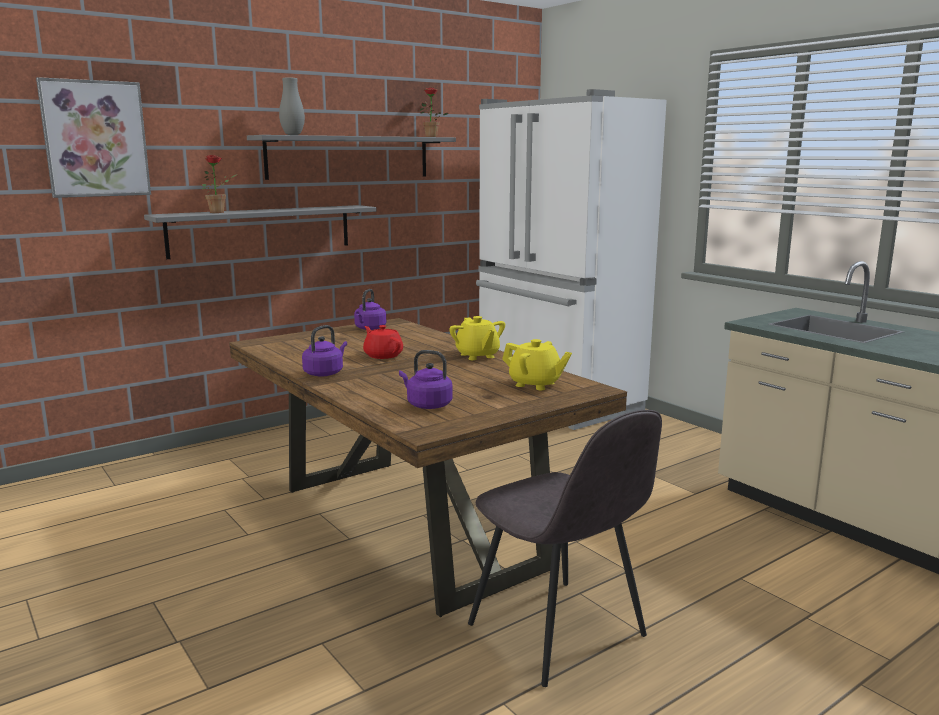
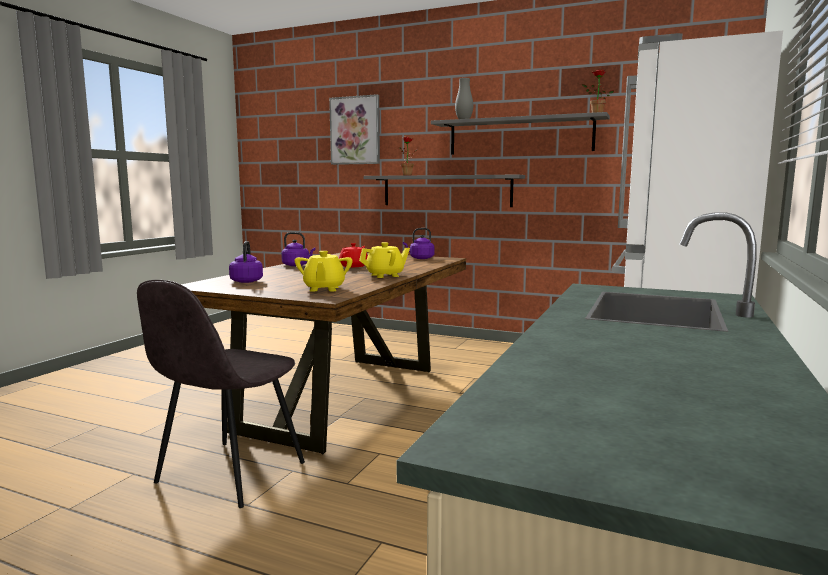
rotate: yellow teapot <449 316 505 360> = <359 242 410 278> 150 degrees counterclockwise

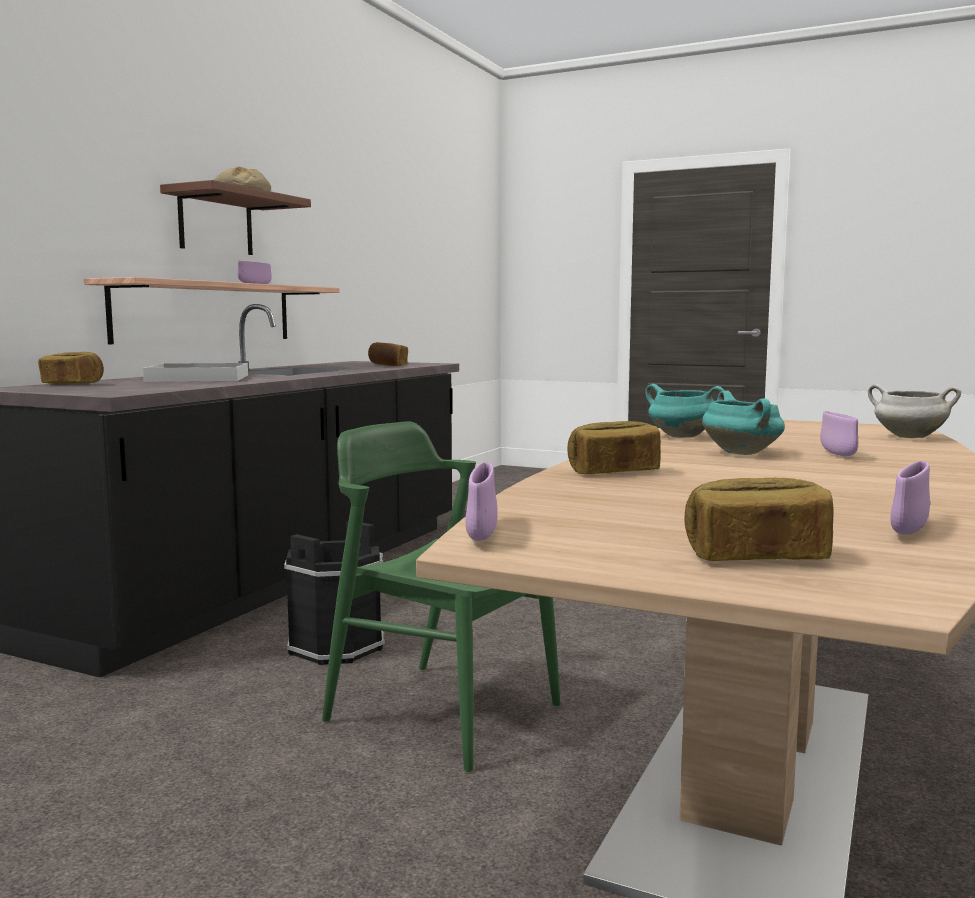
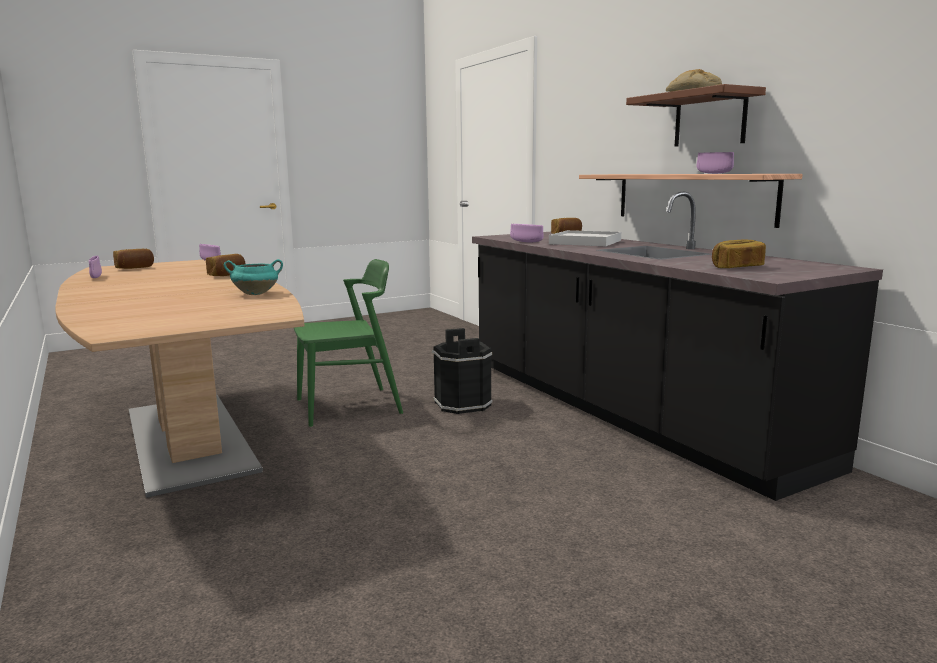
delete: turquoise cooking pot <702 391 785 455>; white cooking pot <868 384 961 438>
move: purple bowl <820 411 858 456> to <510 224 544 242>

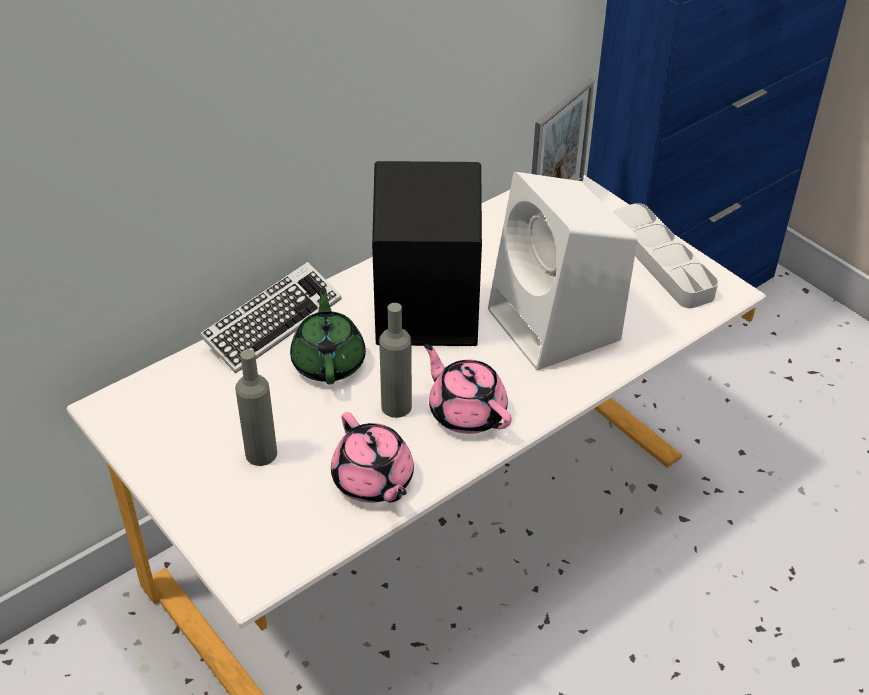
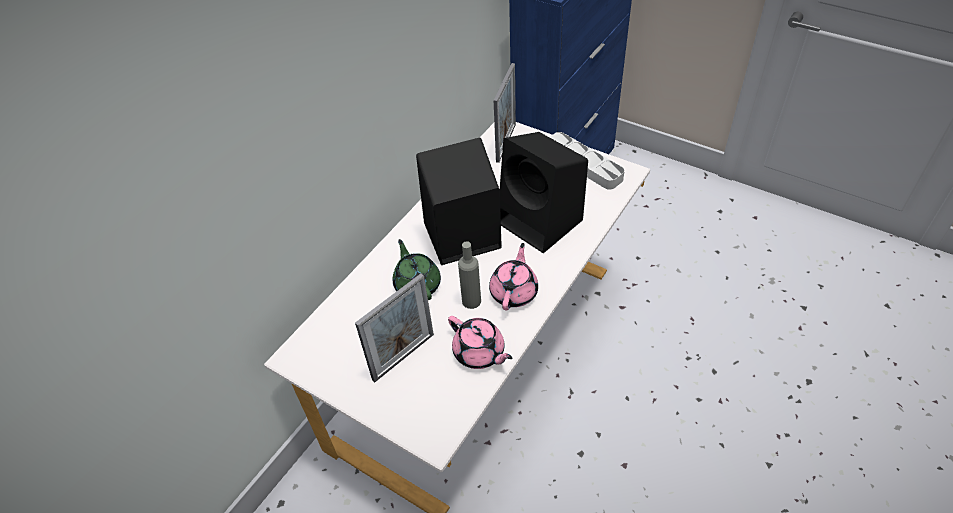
delete: keyboard <199 262 341 374>
replace: grey bottle <235 349 277 466> to picture frame <355 274 434 382>
recolor: white speaker <488 172 637 370> to black speaker <500 132 588 253>
rotate: pink teapot <424 344 512 434> = <489 243 538 310> 75 degrees clockwise

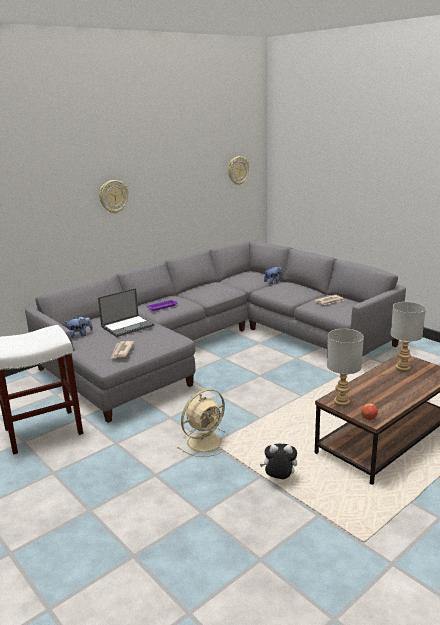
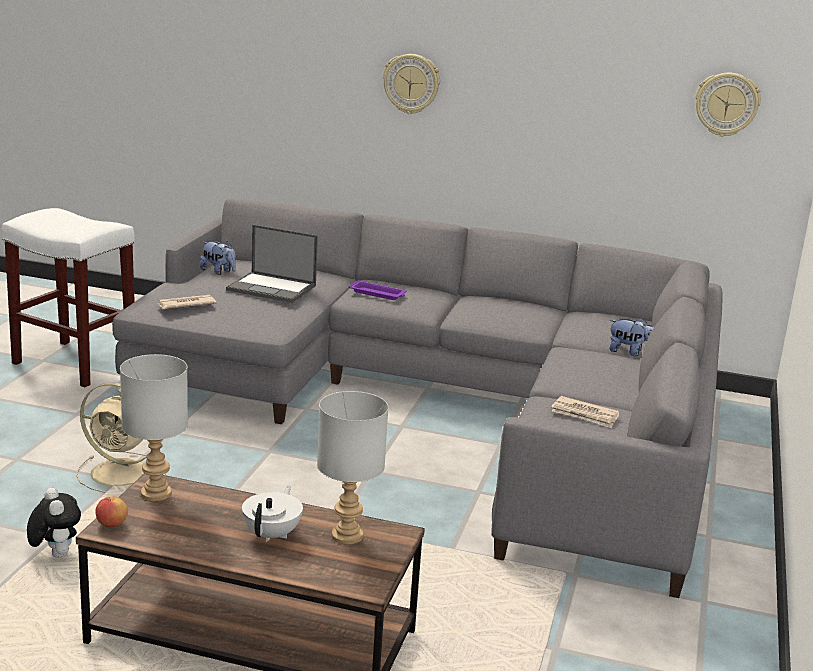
insert: white teapot <242 486 303 542>

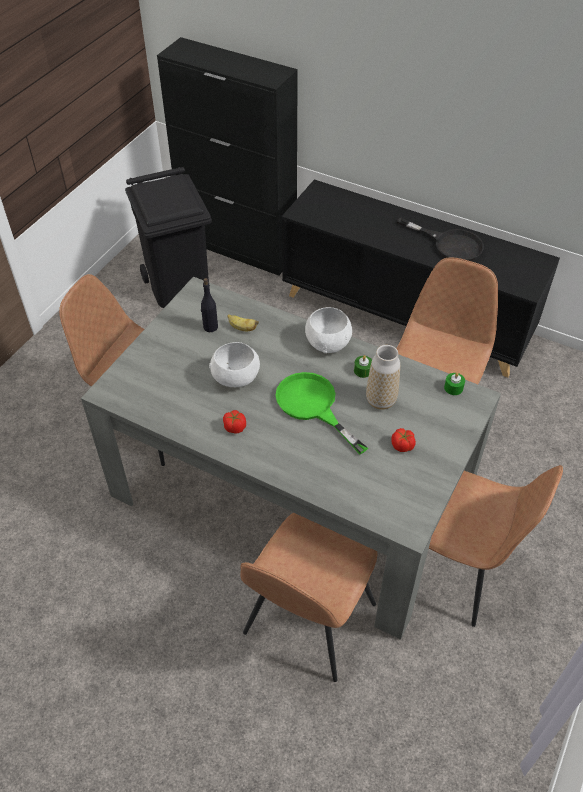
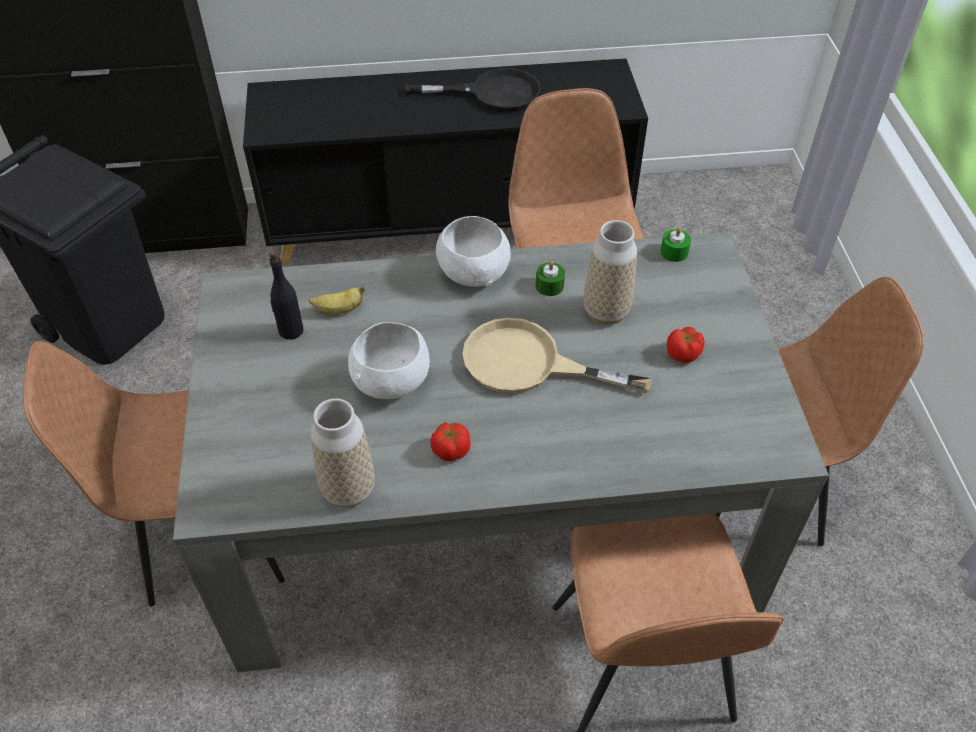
insert: vase <311 398 375 507>
recolor: green frying pan <275 372 368 454> to beige frying pan <462 318 652 394>

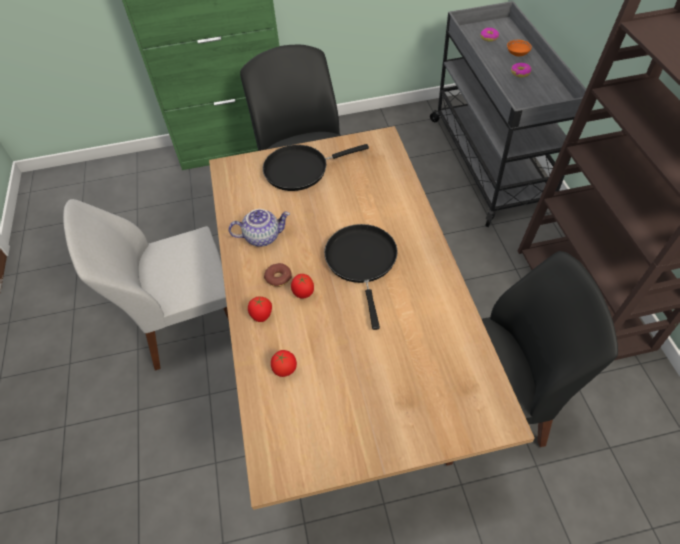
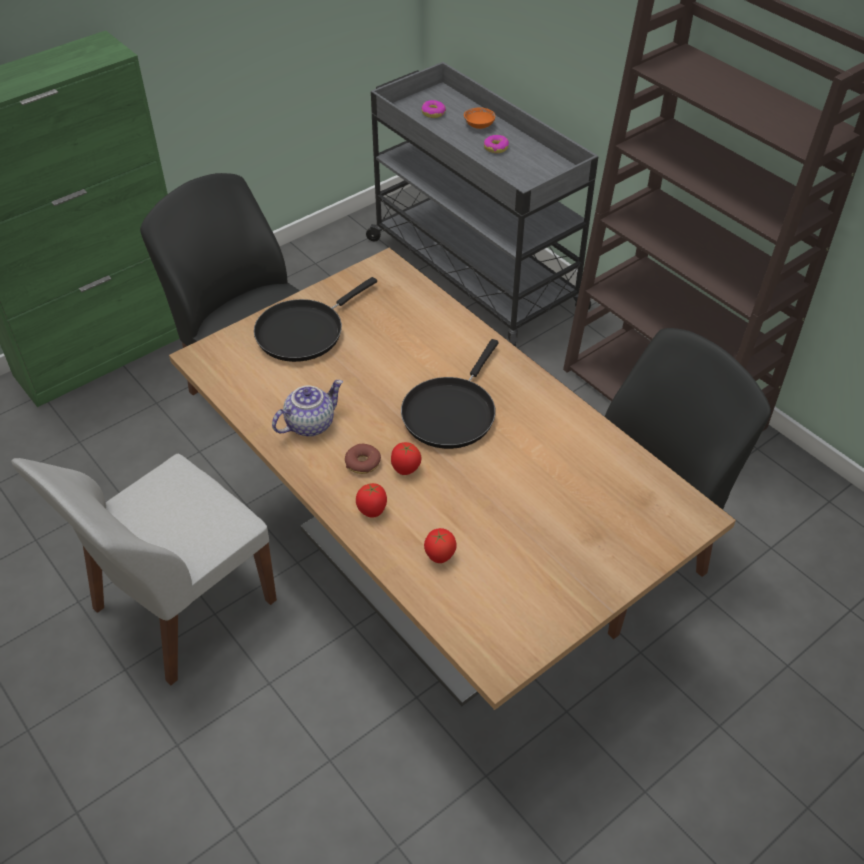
rotate: black frying pan <324 224 398 330> = <401 339 499 449> 120 degrees counterclockwise

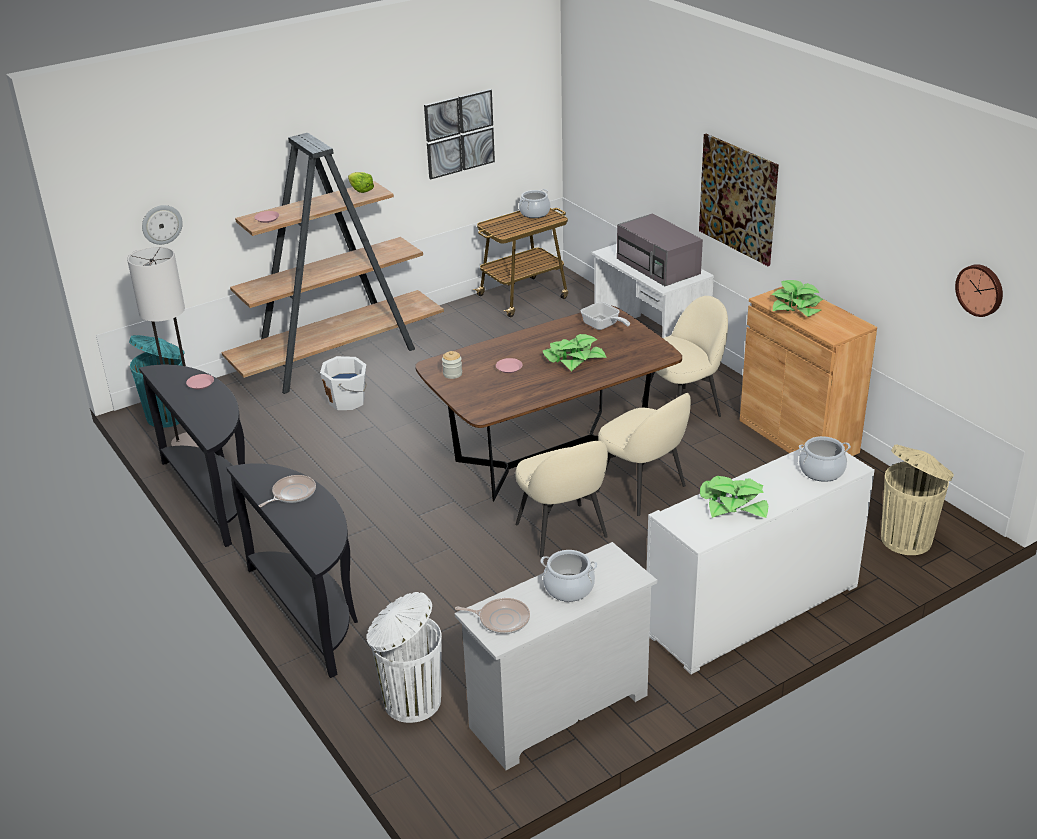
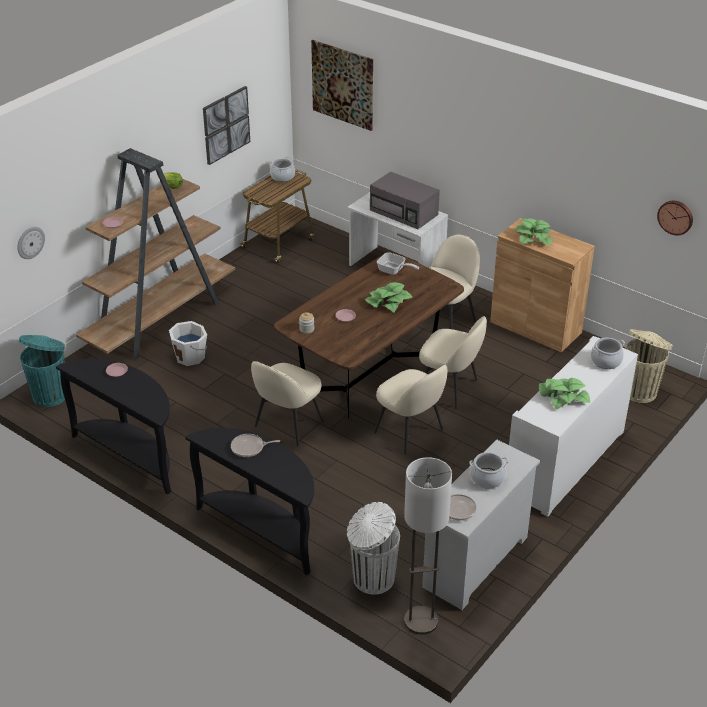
insert: beige chair <251 361 324 446>
move: floor lamp <127 246 199 447> to <404 457 452 635>; picture <699 134 779 266> to <311 40 373 131>
rotate: frying pan <259 475 316 507> = <231 434 280 457> 120 degrees counterclockwise

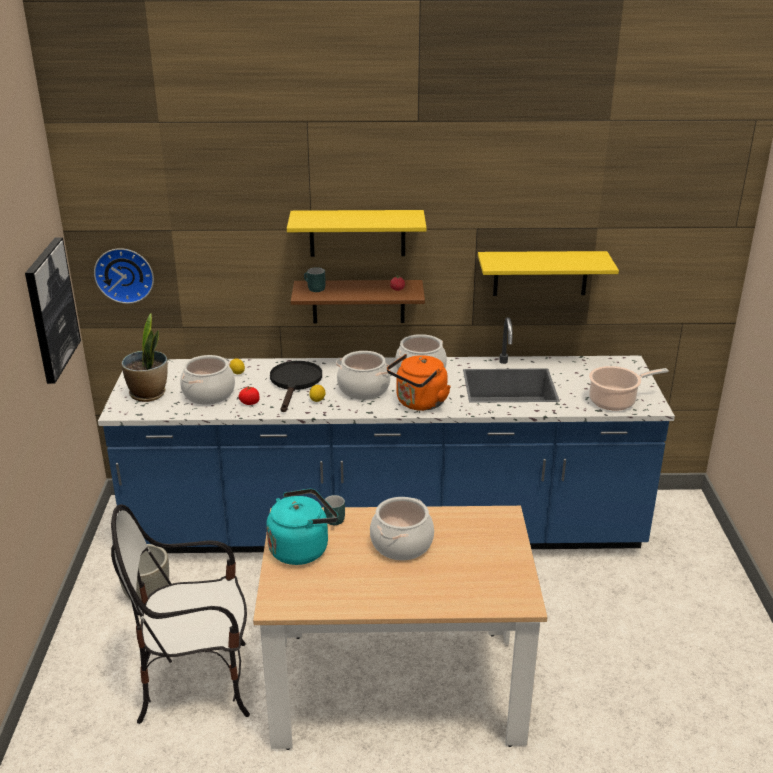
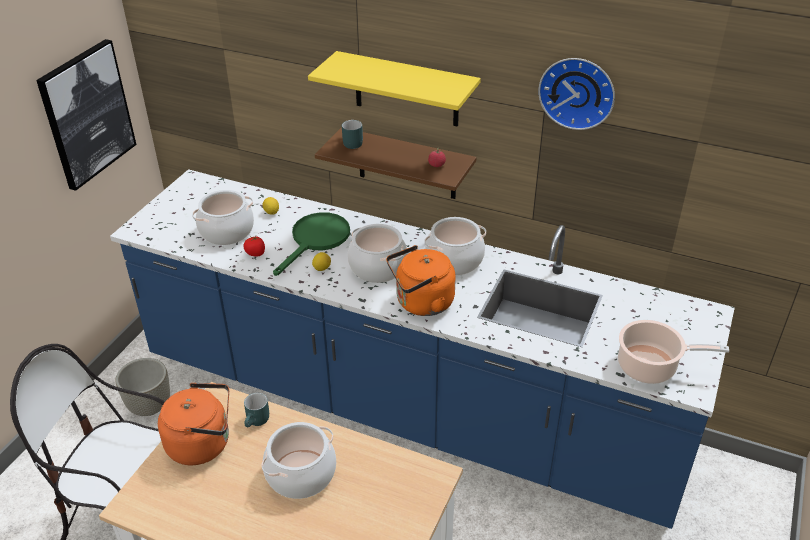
delete: potted plant <121 314 168 402>; yellow shelf <478 251 619 296>
move: wall clock <94 248 154 304> to <538 58 615 130>
recolor: turquoise kettle <266 489 338 565> to orange kettle <158 383 229 465>; black frying pan <270 361 322 412> to green frying pan <273 212 350 276>

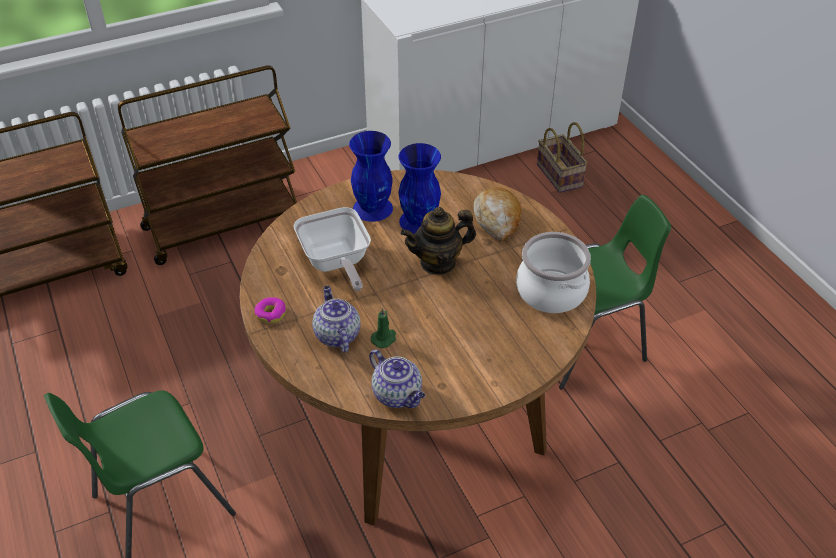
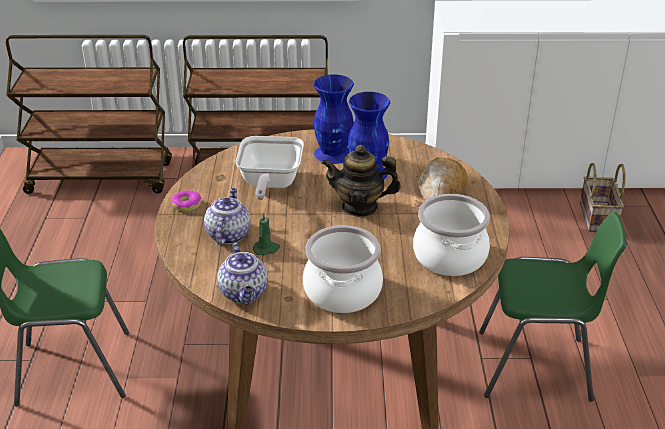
insert: cooking pot <303 225 383 313>

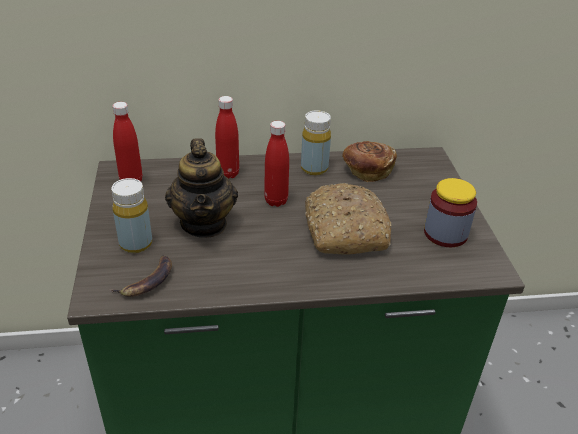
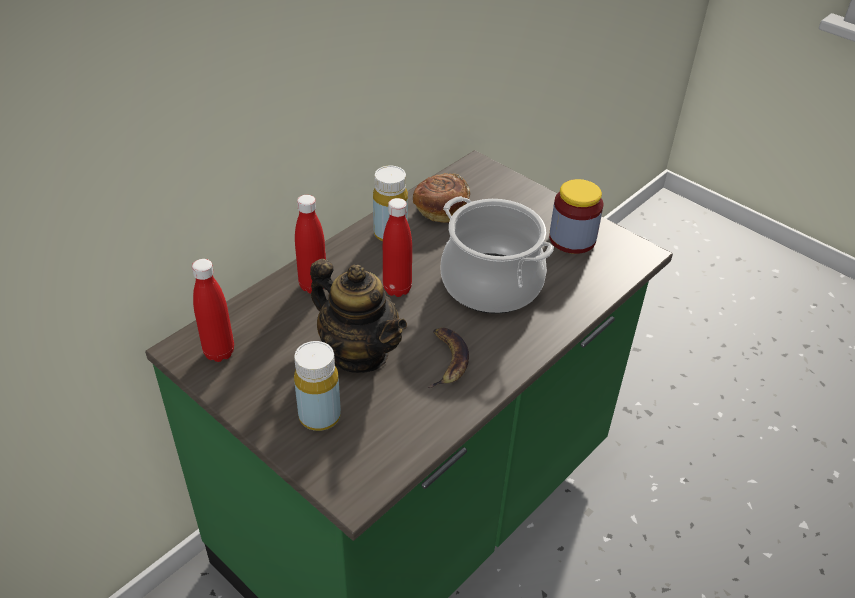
move: banana <109 255 172 297> to <428 328 469 388>
replace: bread <305 183 391 255> to cooking pot <441 196 554 314>

